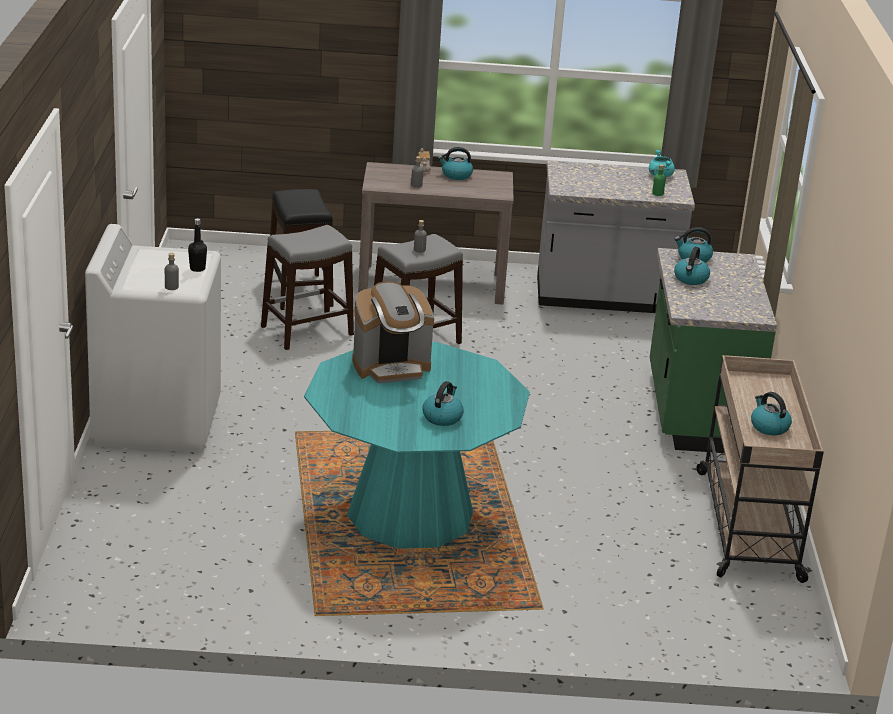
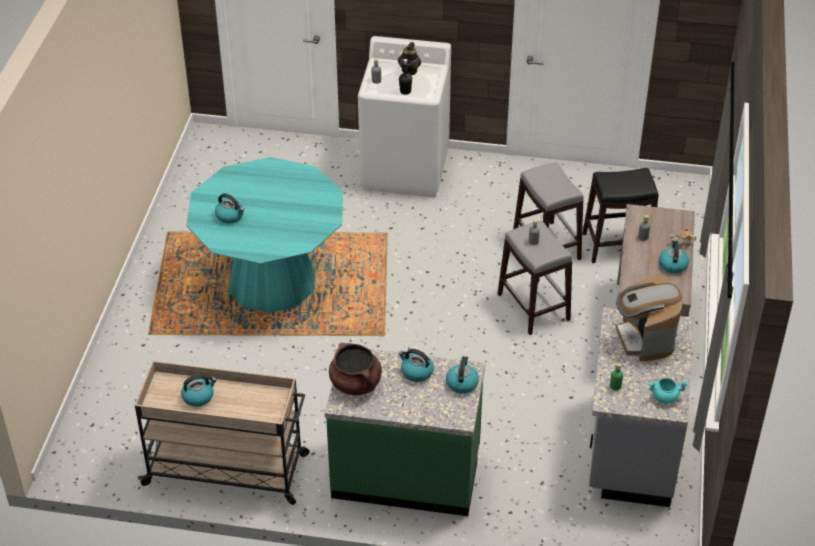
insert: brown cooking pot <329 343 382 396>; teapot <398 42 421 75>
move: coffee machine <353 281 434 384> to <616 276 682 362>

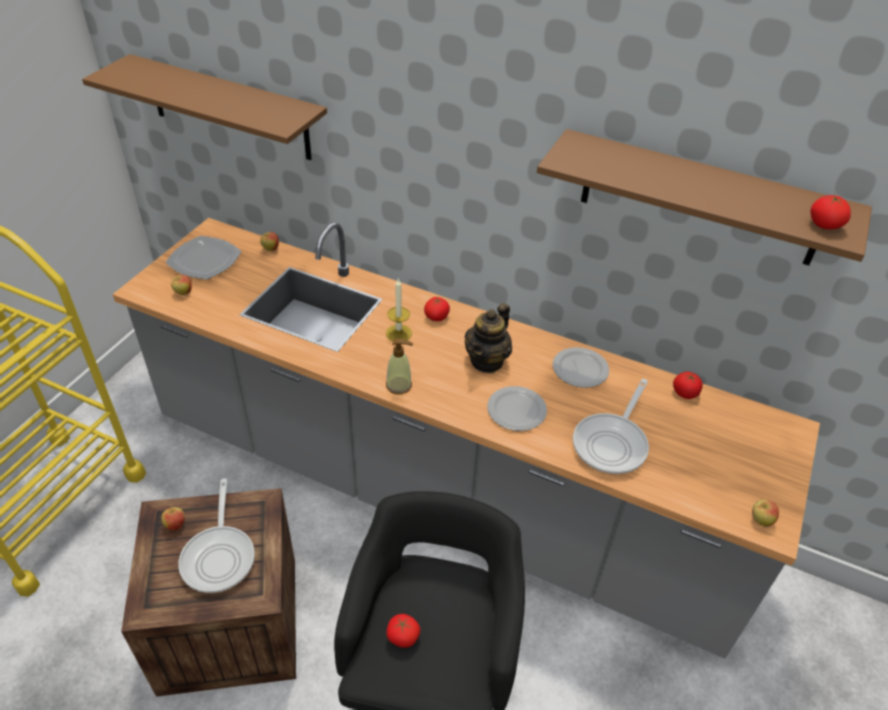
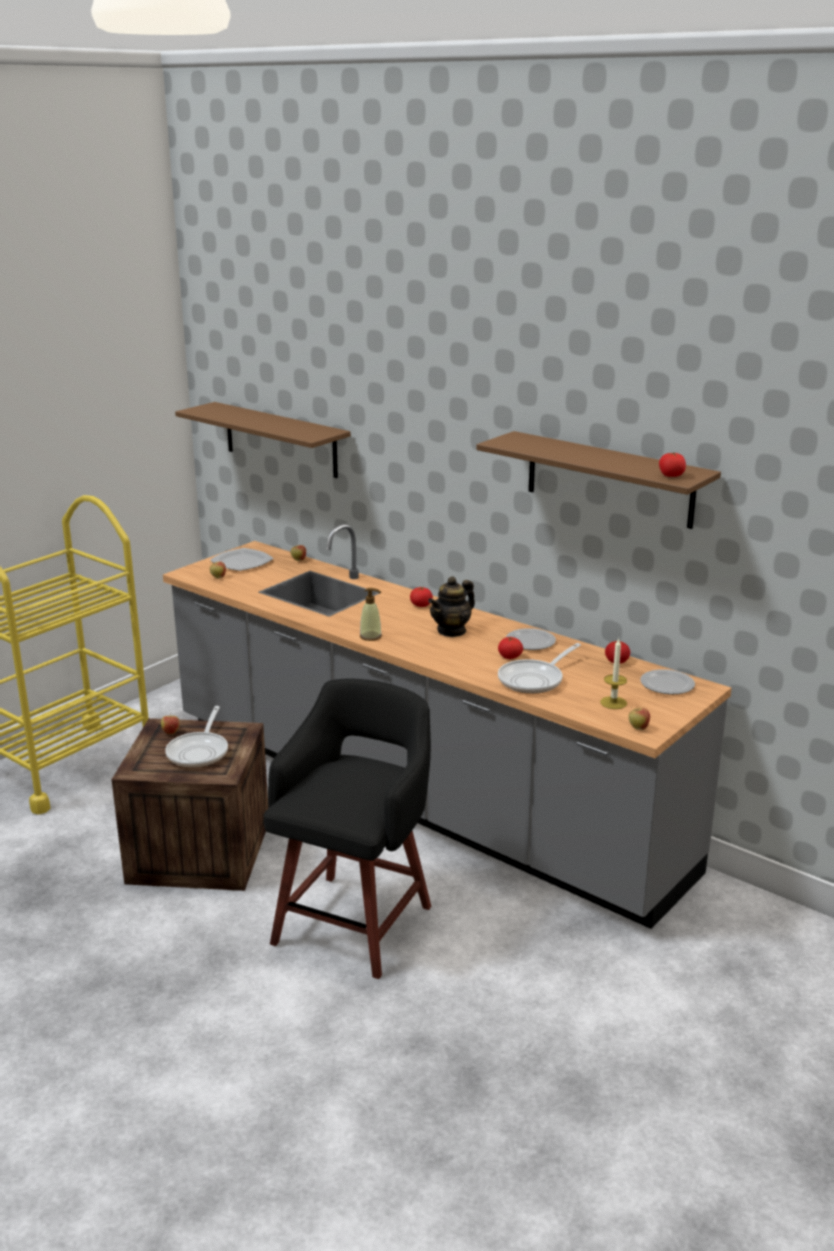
move: candle <386 279 412 341> to <600 638 627 709>; tomato <386 614 420 648> to <498 637 523 659>; plate <487 386 547 431> to <640 669 695 694>

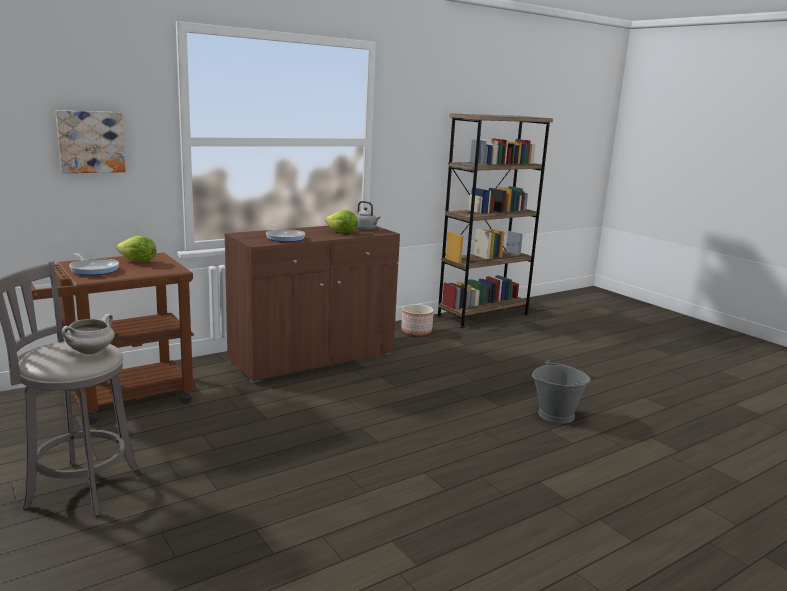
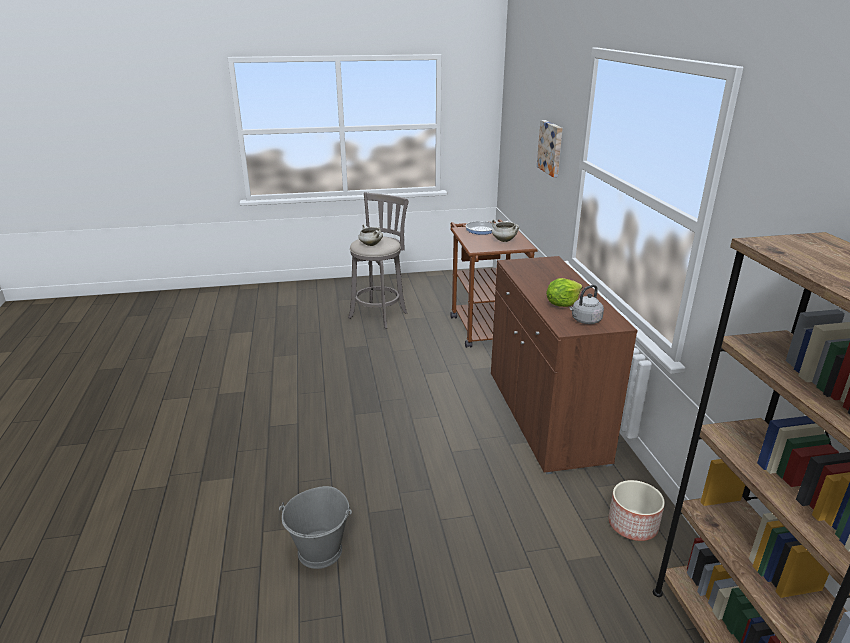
delete: frying pan <266 224 305 242>
replace: lettuce <116 236 157 262> to white cooking pot <492 219 519 242>

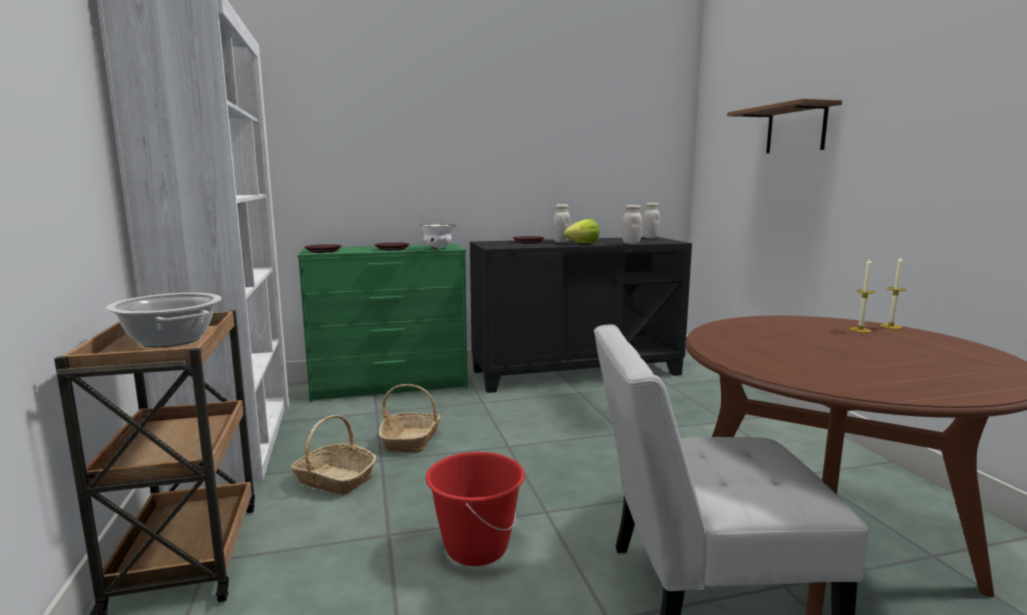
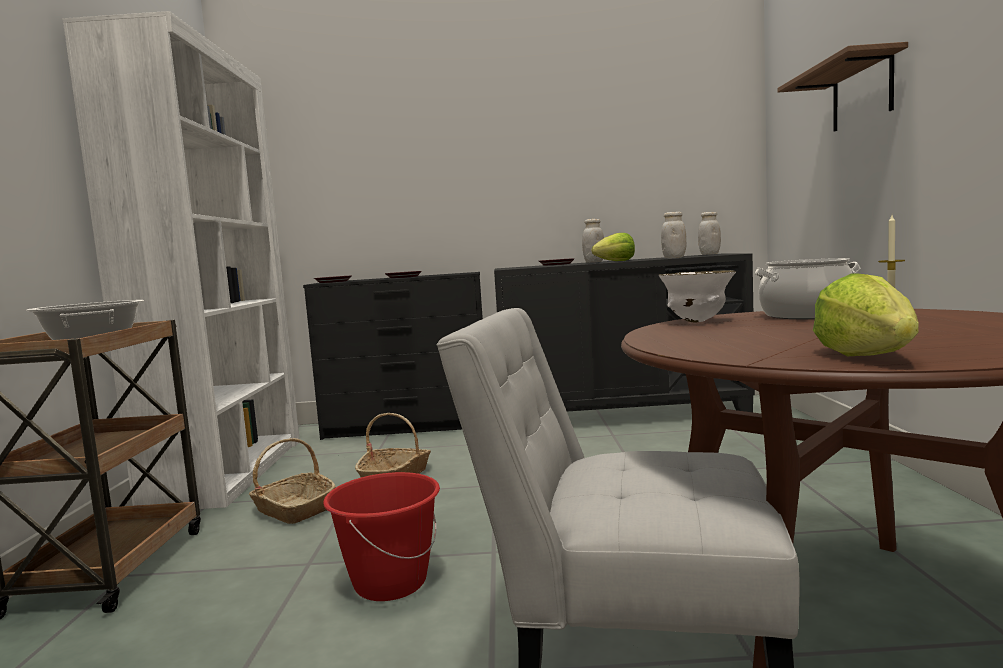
delete: candle <880 257 906 329>
insert: cooking pot <754 258 860 319>; lettuce <813 273 919 356>
move: white bowl <420 224 456 249> to <659 270 736 323>
recolor: green dresser <298 244 468 402> to black dresser <303 272 483 440>

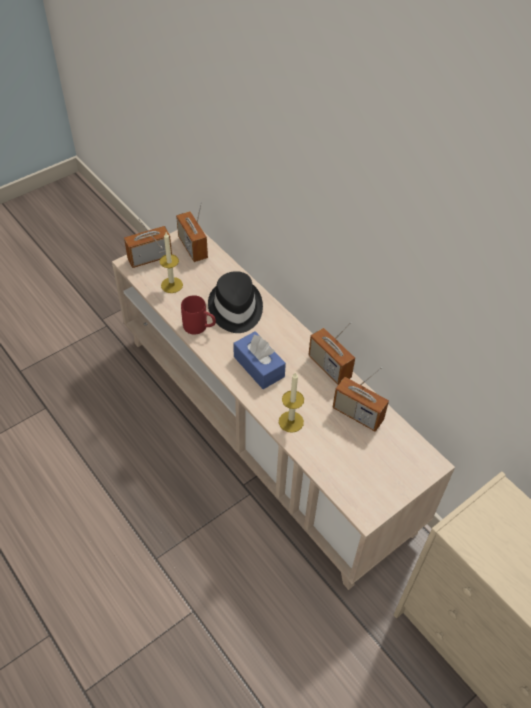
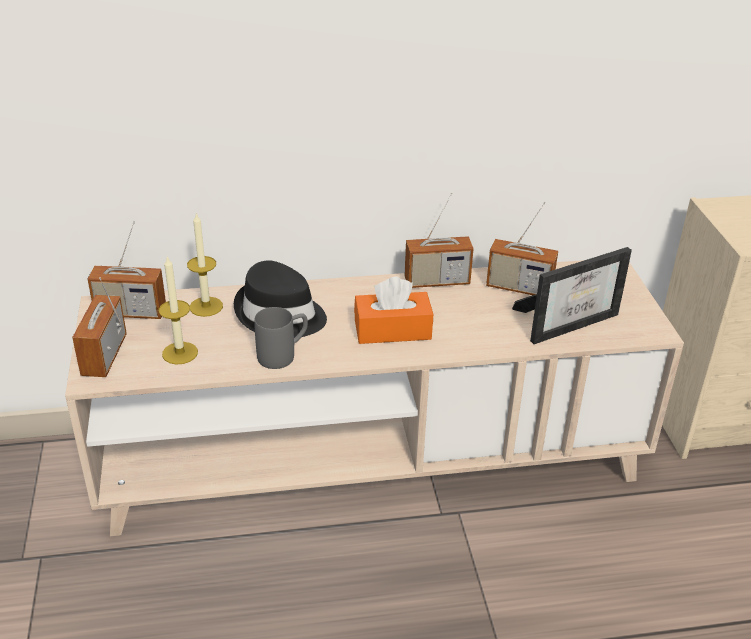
insert: picture frame <512 247 632 344>
move: candle <279 372 304 433> to <187 213 223 317>
recolor: red mug <181 295 216 335> to grey mug <254 307 308 369>; blue tissue box <233 331 286 389> to orange tissue box <354 276 433 344>
rotate: radio <333 367 389 432> = <486 202 558 295> 45 degrees clockwise

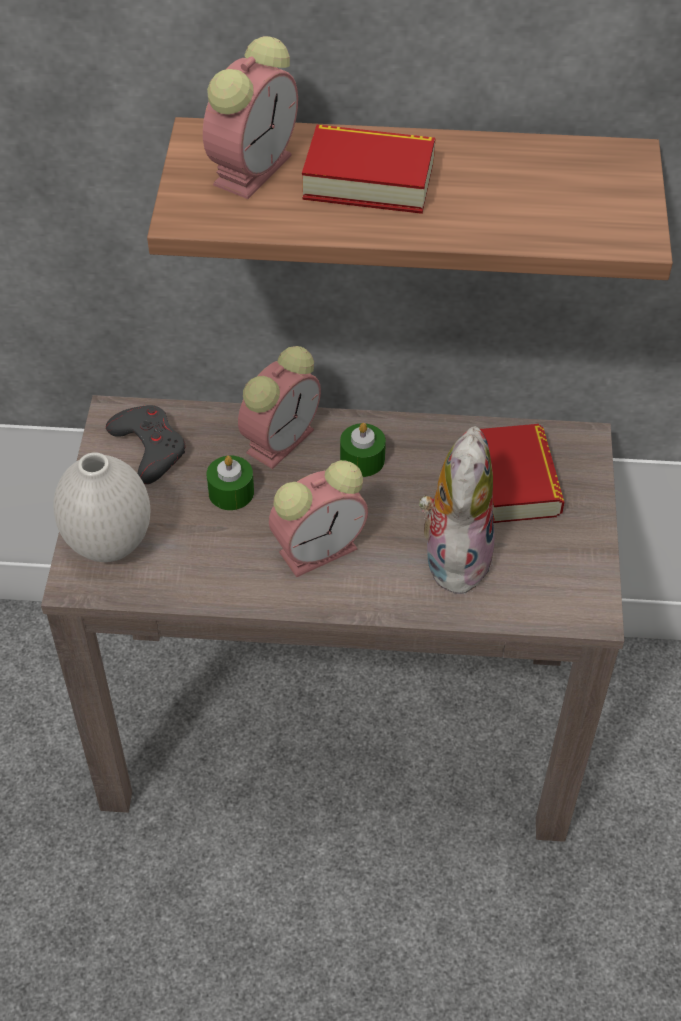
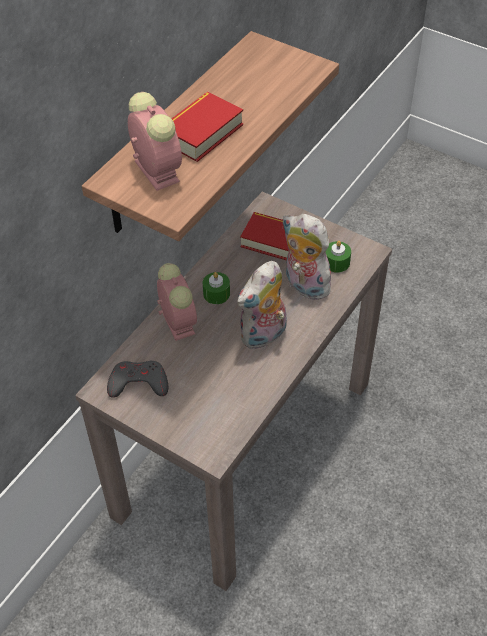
delete: white vase <53 452 151 562>
move: green candle <206 456 254 510> to <326 241 351 273>
replace: alarm clock <269 460 368 577> to plush toy <237 261 287 349>

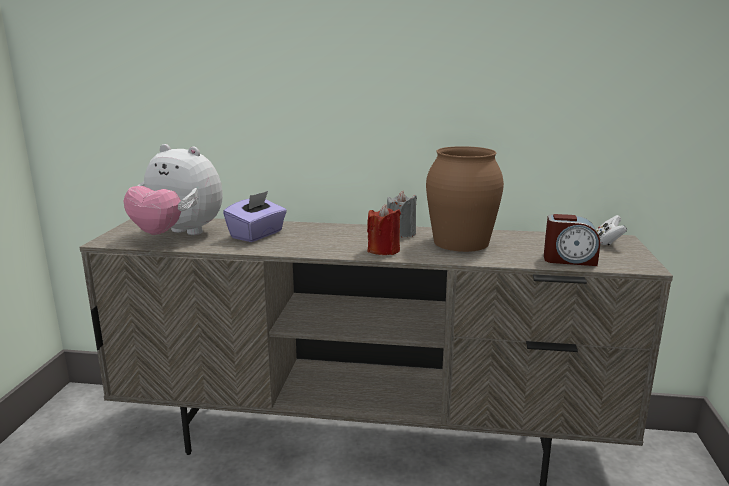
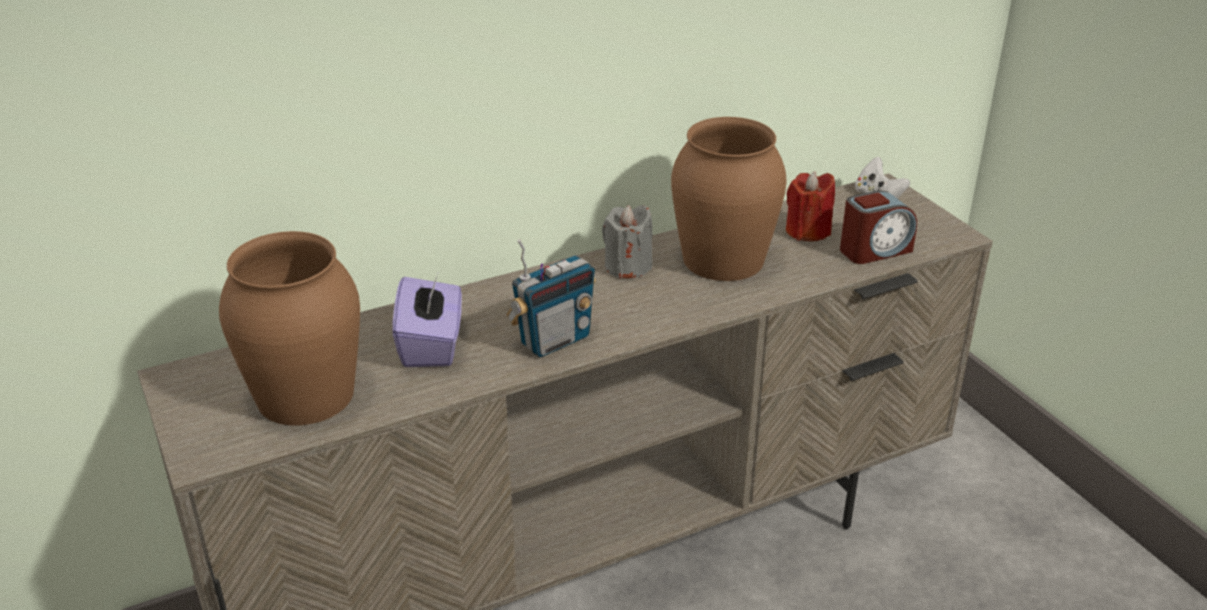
insert: radio <507 239 596 357>
move: red candle <367 204 401 255> to <786 171 835 241>
replace: plush toy <123 144 223 235> to brown vase <219 231 360 425>

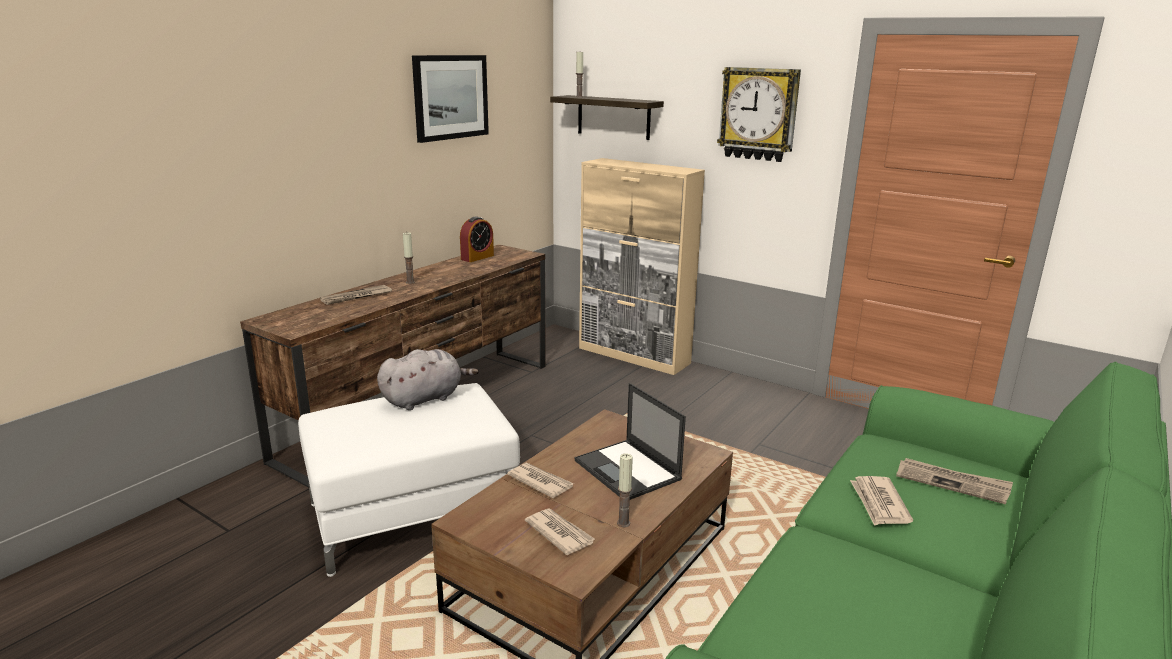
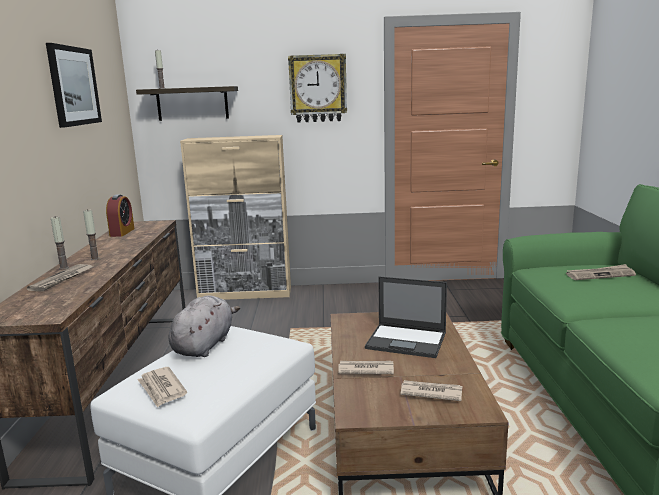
move: candle <617 454 633 527> to <51 217 69 270>; newspaper <850 476 913 526> to <137 367 187 408>

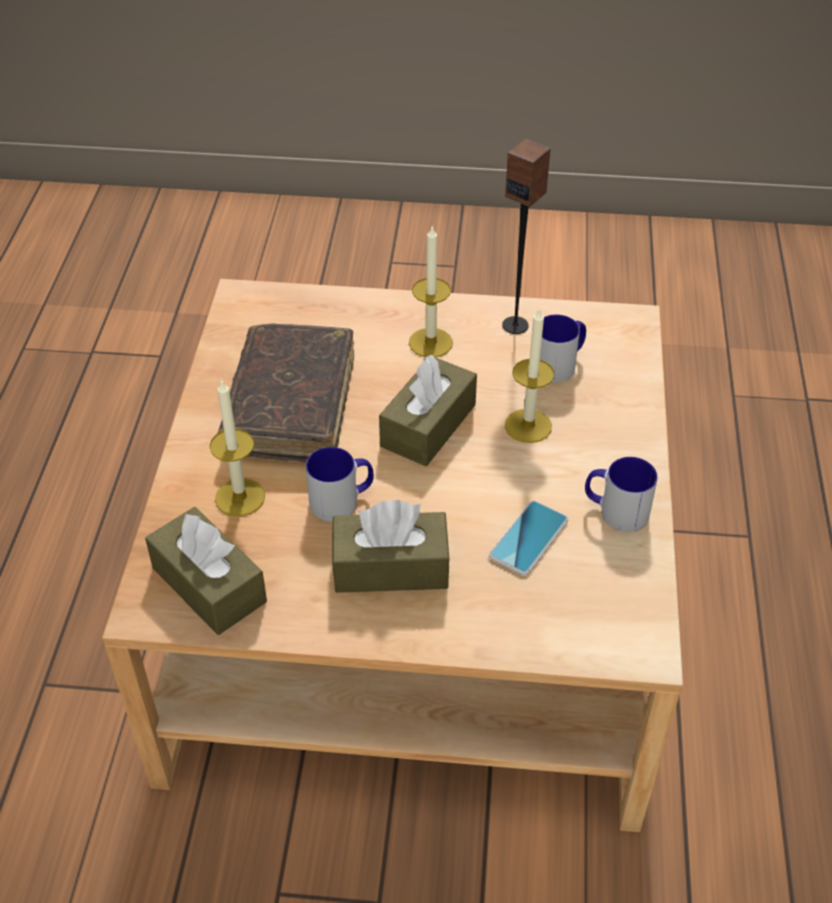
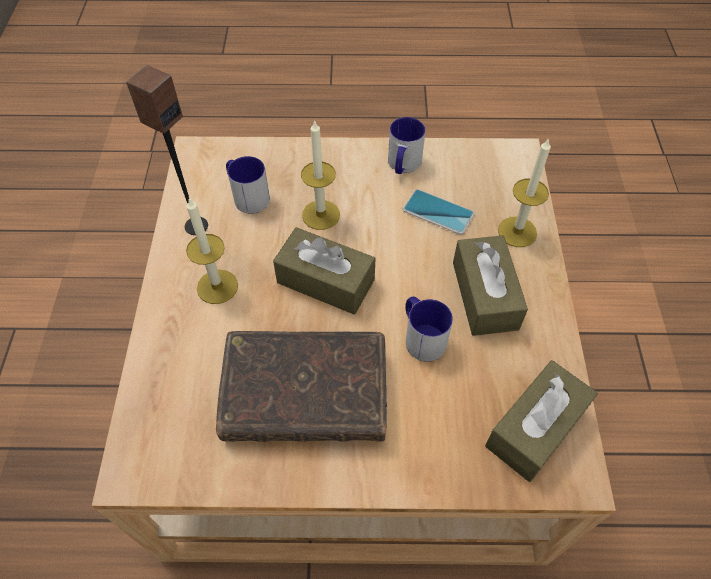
move: candle <209 379 265 516> to <498 138 551 247>

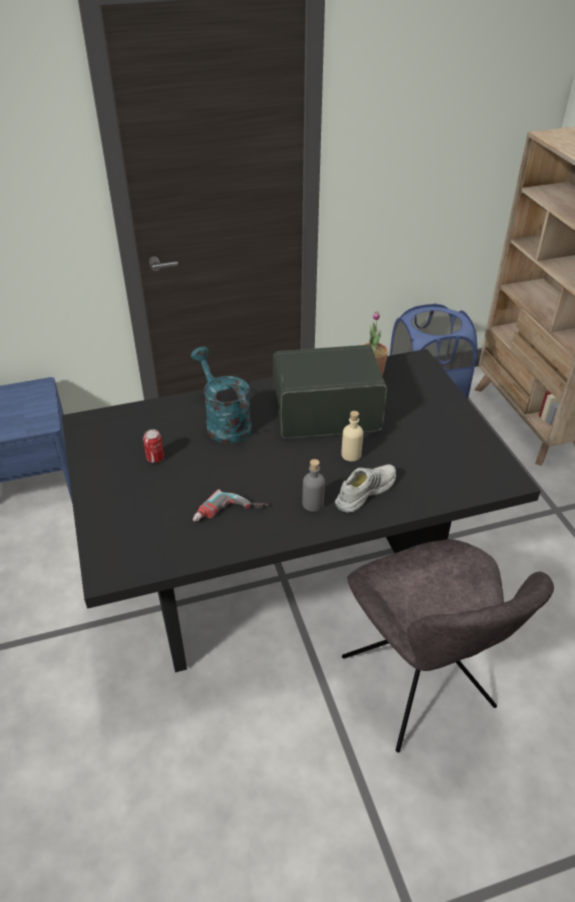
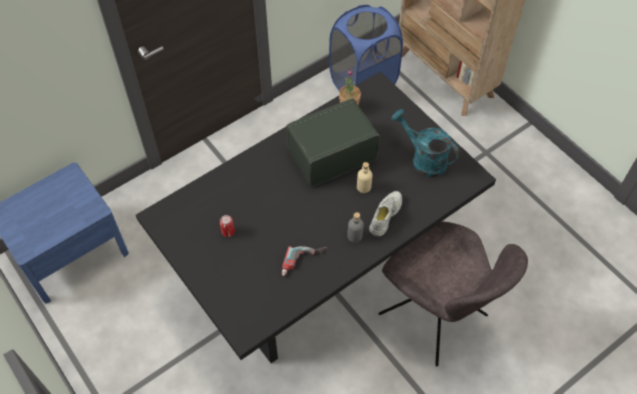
move: turquoise watering can <191 347 252 444> to <392 109 459 177>

